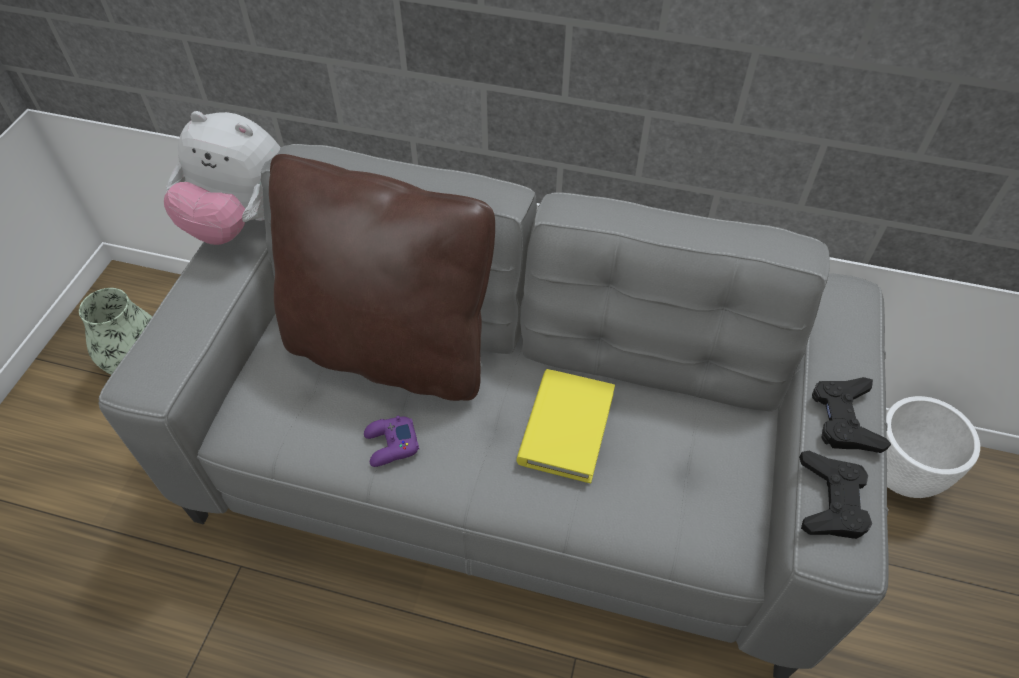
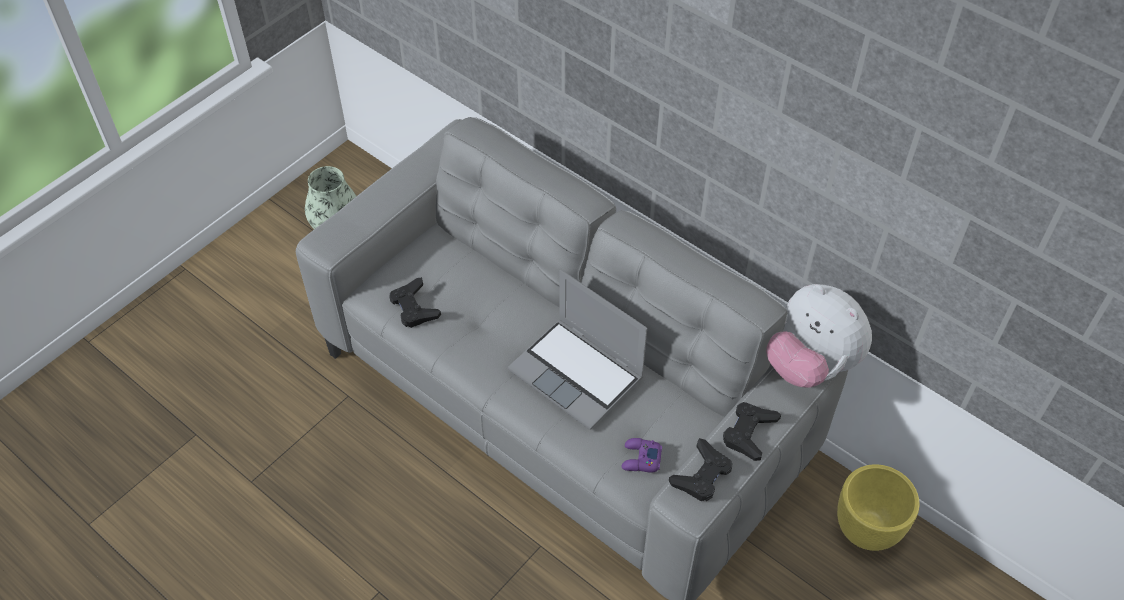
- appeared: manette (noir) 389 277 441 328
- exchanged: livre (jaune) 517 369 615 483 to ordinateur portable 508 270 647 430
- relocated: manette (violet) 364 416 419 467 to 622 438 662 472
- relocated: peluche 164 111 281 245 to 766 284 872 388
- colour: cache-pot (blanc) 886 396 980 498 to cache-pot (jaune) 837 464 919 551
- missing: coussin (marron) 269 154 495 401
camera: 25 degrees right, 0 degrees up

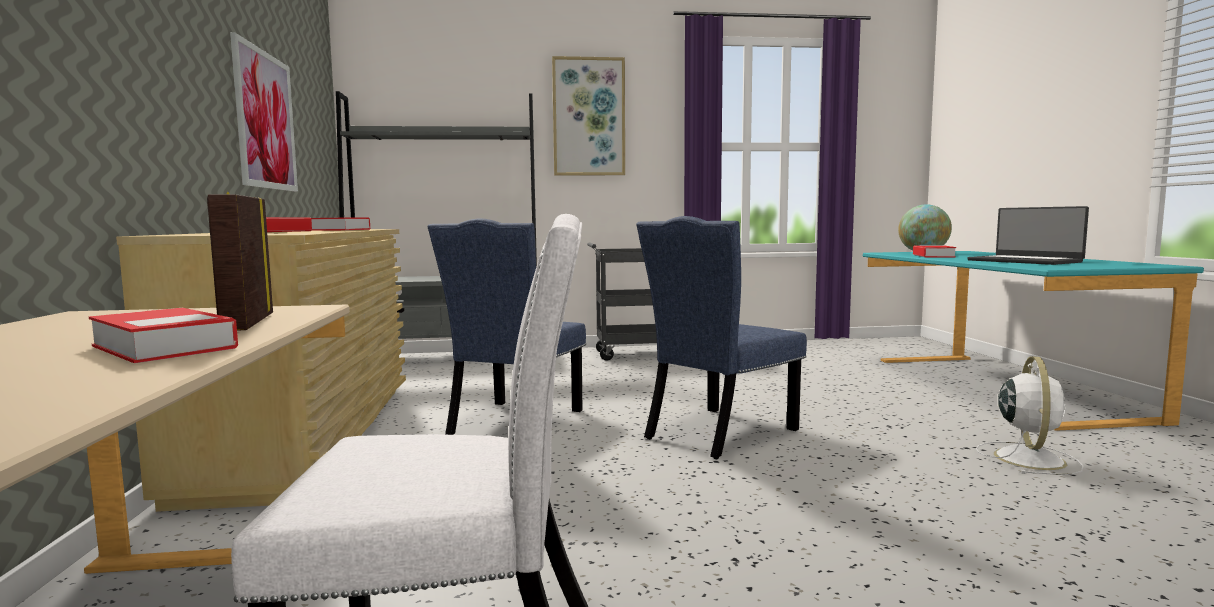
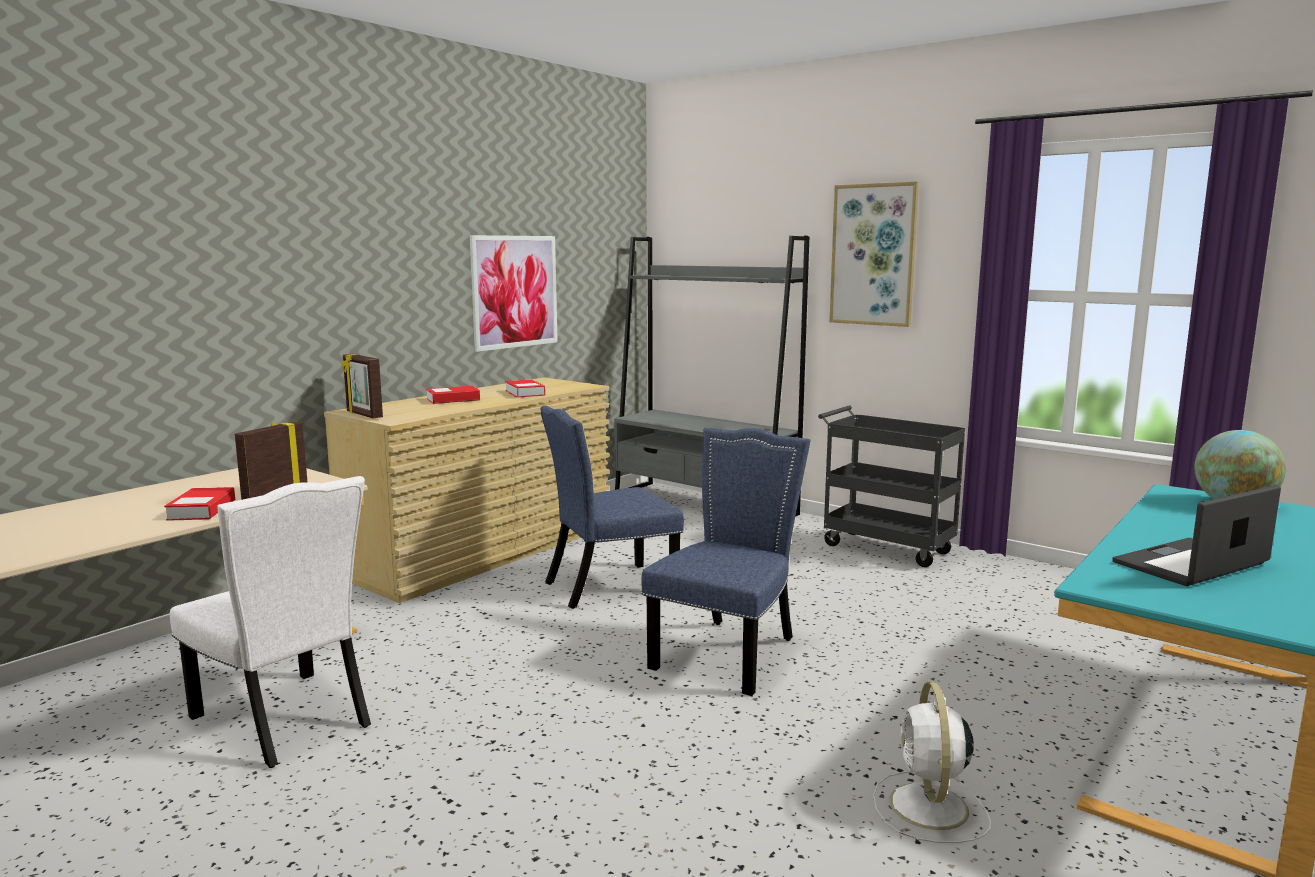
- appeared: cadre photo 341 354 383 418
- spun: chaise (bleu) 636 216 807 459 = 641 428 811 696 120 degrees clockwise
- spun: ventilateur (blanc) 976 356 1084 475 = 873 682 991 843 120 degrees clockwise
- spun: ordinateur portable 967 206 1089 265 = 1112 485 1281 586 45 degrees clockwise
- missing: livre 913 245 956 257
camera: 45 degrees right, 5 degrees up

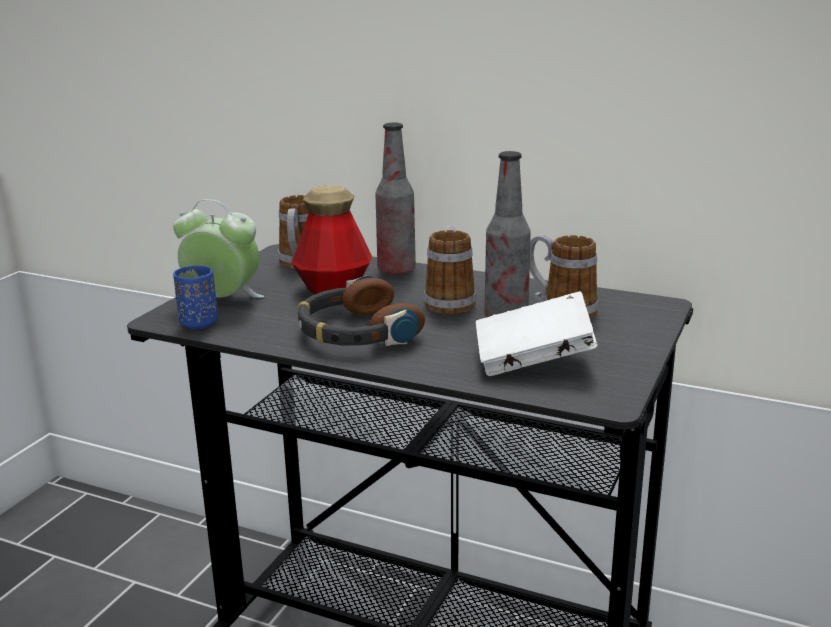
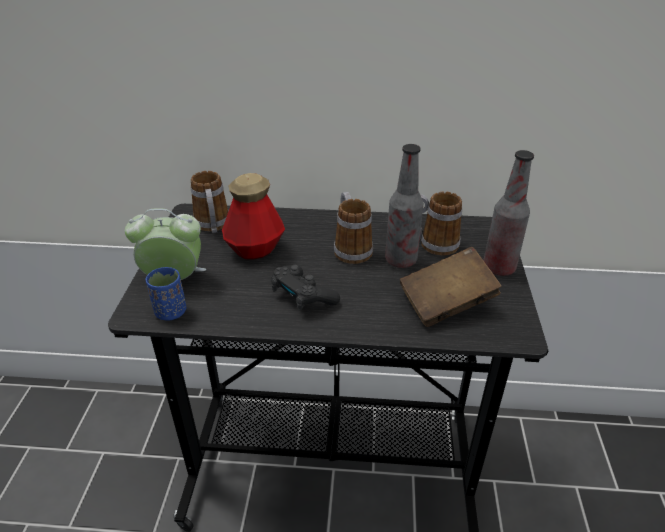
- exchanged: casque audio 298 275 425 346 to manette (noir) 271 265 340 311
- colour: livre (blanc) 476 291 597 376 to livre (marron) 400 247 502 327
- relocated: bouteille 375 123 416 275 to 483 150 534 276
camera: 20 degrees left, 15 degrees up

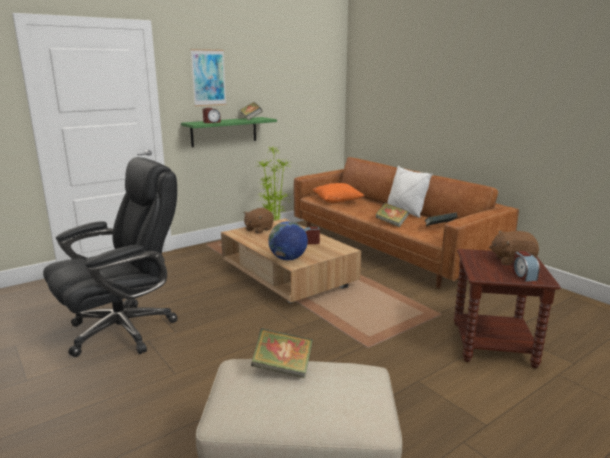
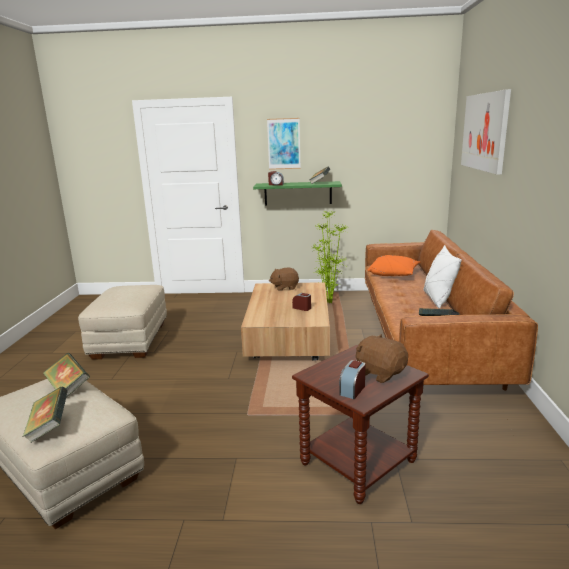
- relocated: livre 376 203 409 227 to 23 386 68 442
- exchanged: chaise de bureau (noir) 43 157 177 357 to pouf (beige) 78 285 167 360
- appeared: tableau 461 89 511 175
- missing: globe 269 221 308 260
camera: 40 degrees right, 0 degrees up

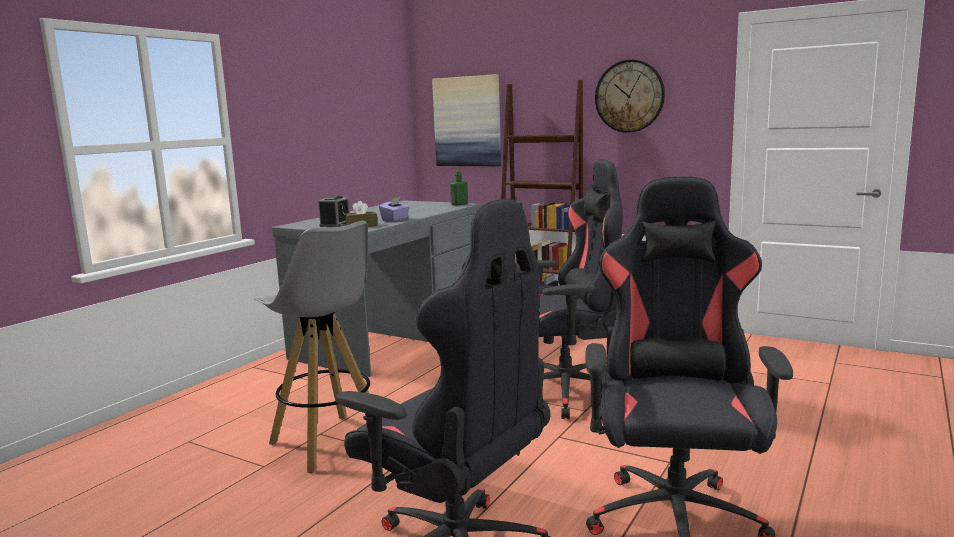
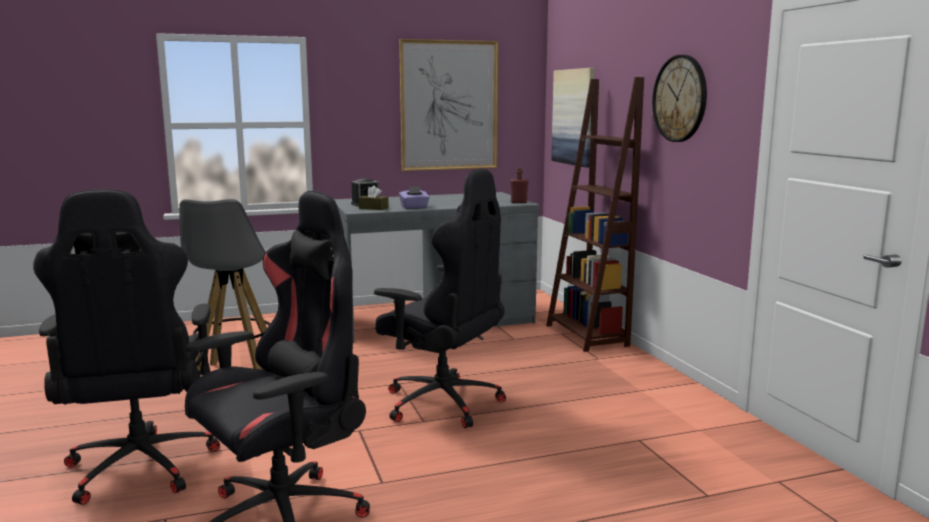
- appeared: tableau 399 39 498 171
- colour: bouteille (vert) 450 171 468 206 to bouteille (rouge) 510 168 528 203
camera: 40 degrees right, 0 degrees up

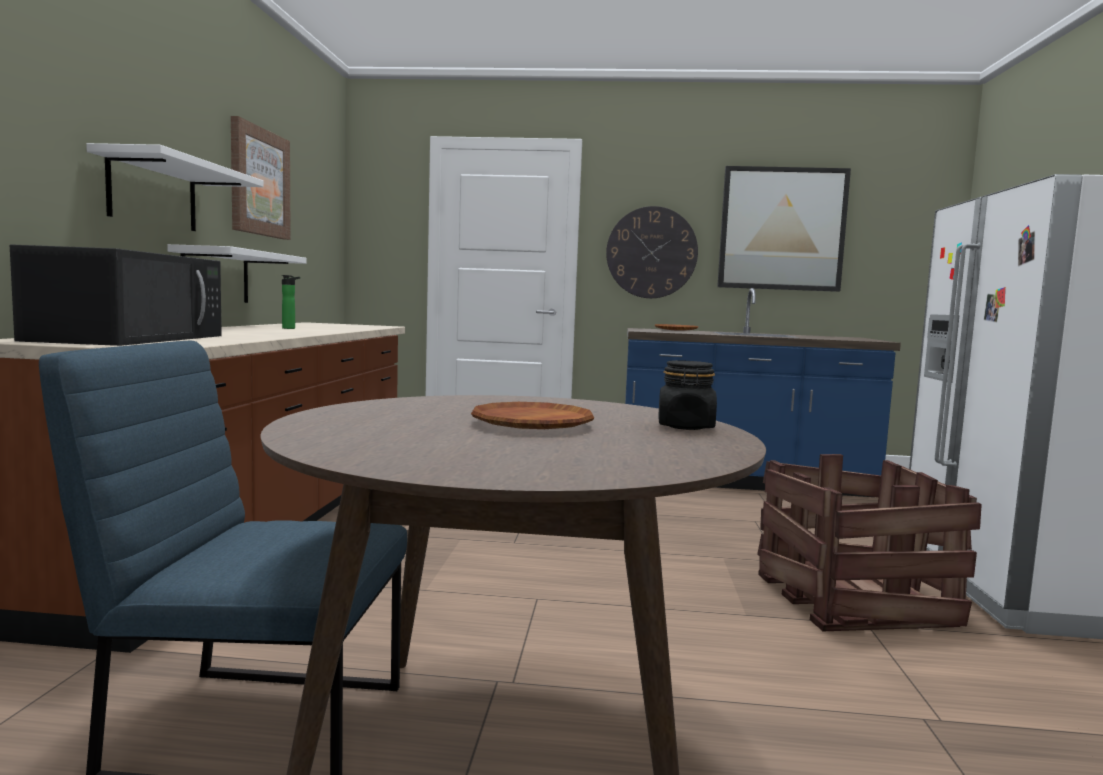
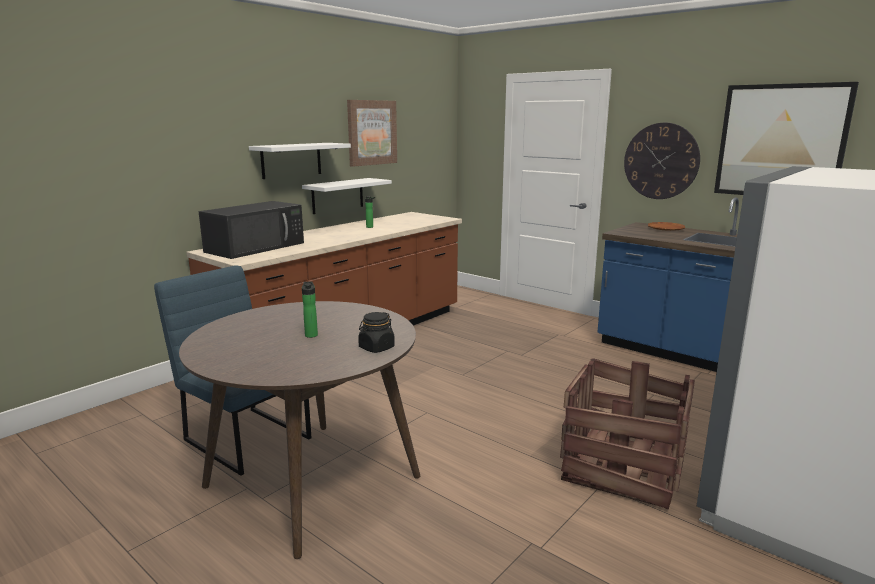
- exchanged: assiette (marron) 471 402 594 429 to bouteille 302 281 318 338
camera: 35 degrees right, 10 degrees up

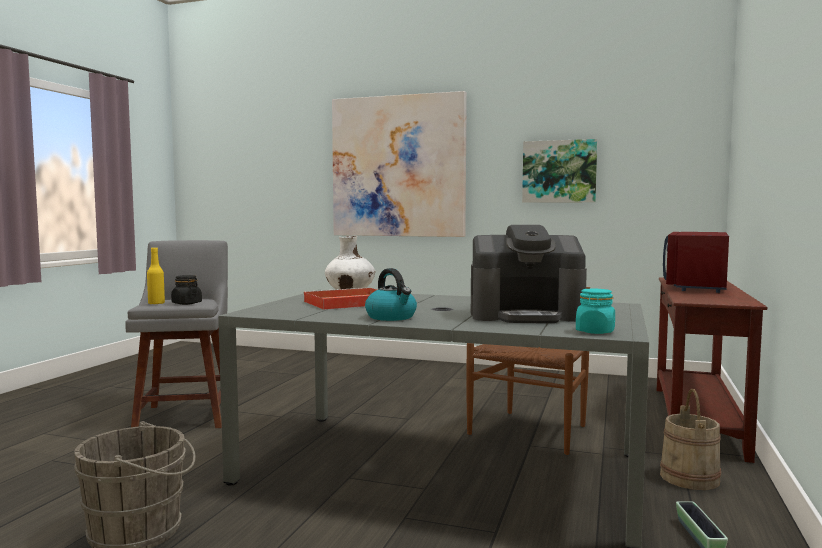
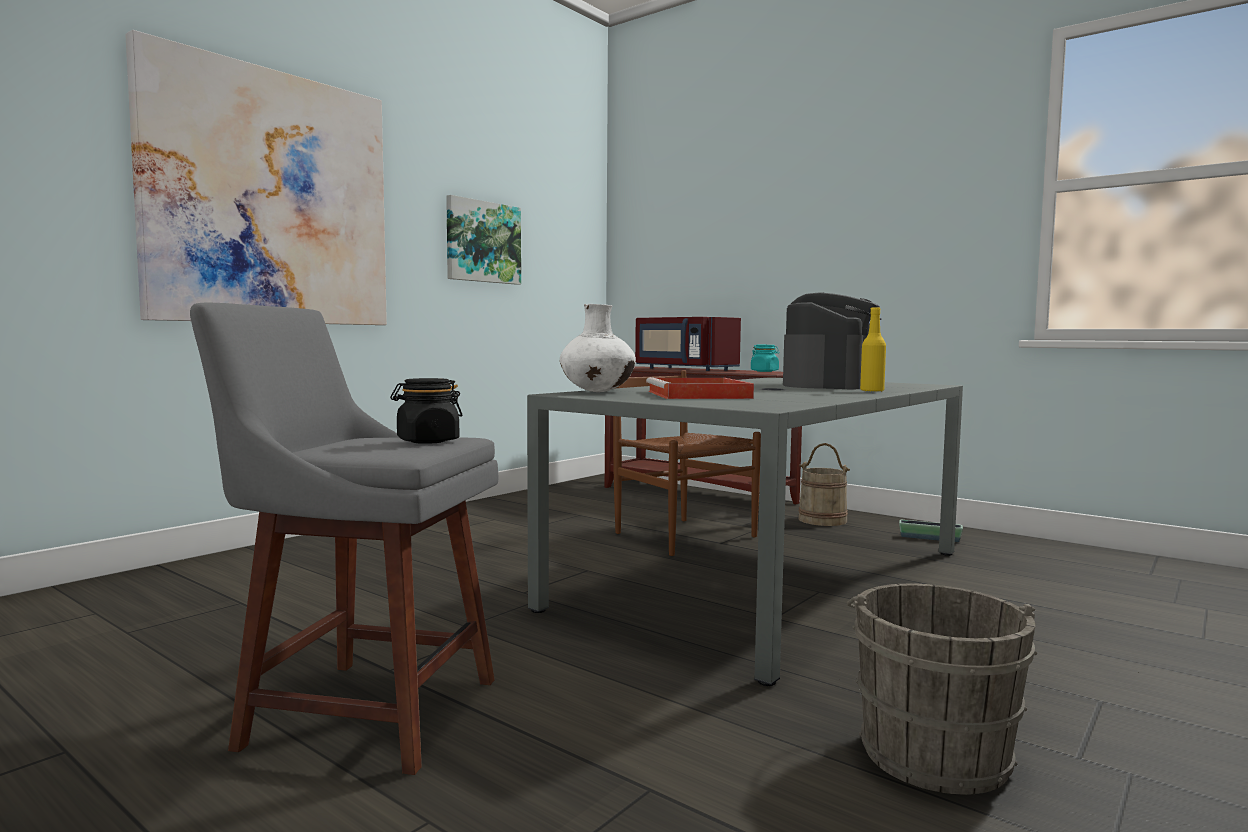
- relocated: bocal (turquoise) 576 289 615 334 to 751 345 780 372
- relocated: bouteille (jaune) 147 247 165 304 to 860 307 886 392
- missing: bouilloire 365 268 417 321
camera: 70 degrees left, 0 degrees up

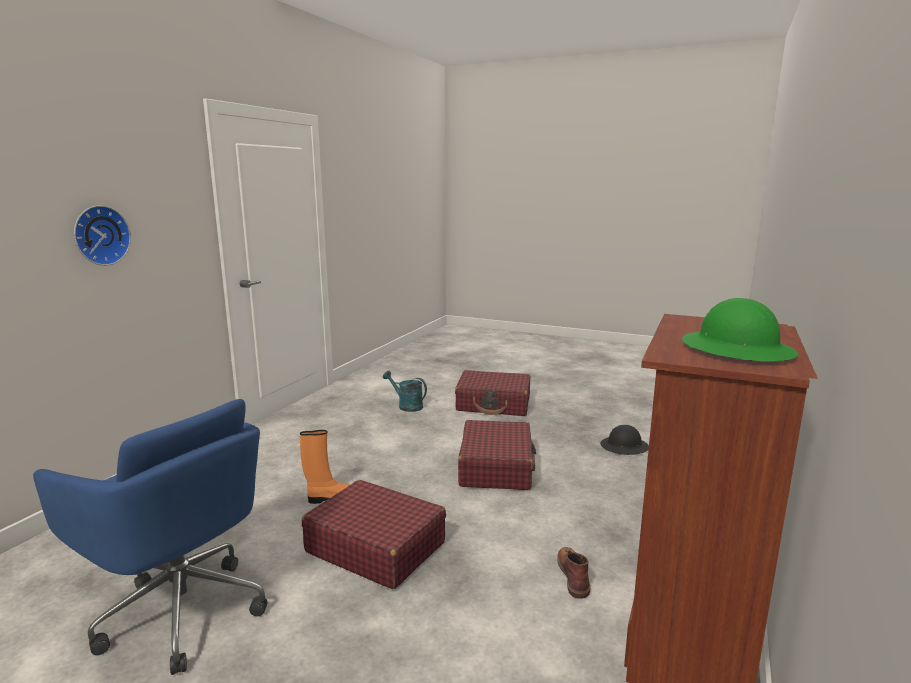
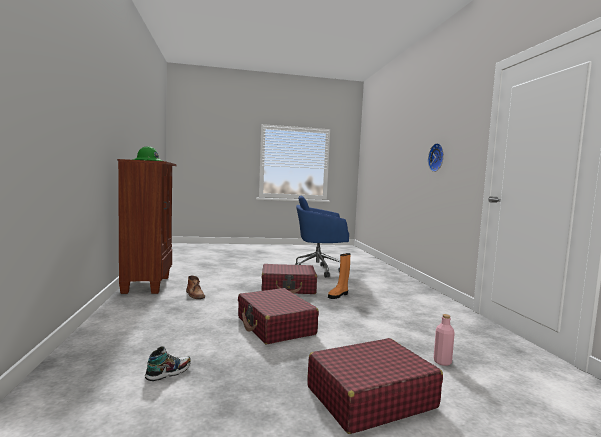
- exchanged: casque de chantier (noir) 600 425 649 455 to chaussure 145 346 191 381
- exchanged: arrosoir (turquoise) 383 371 427 412 to bouteille (rose) 433 314 455 366
camera: 145 degrees right, 10 degrees down

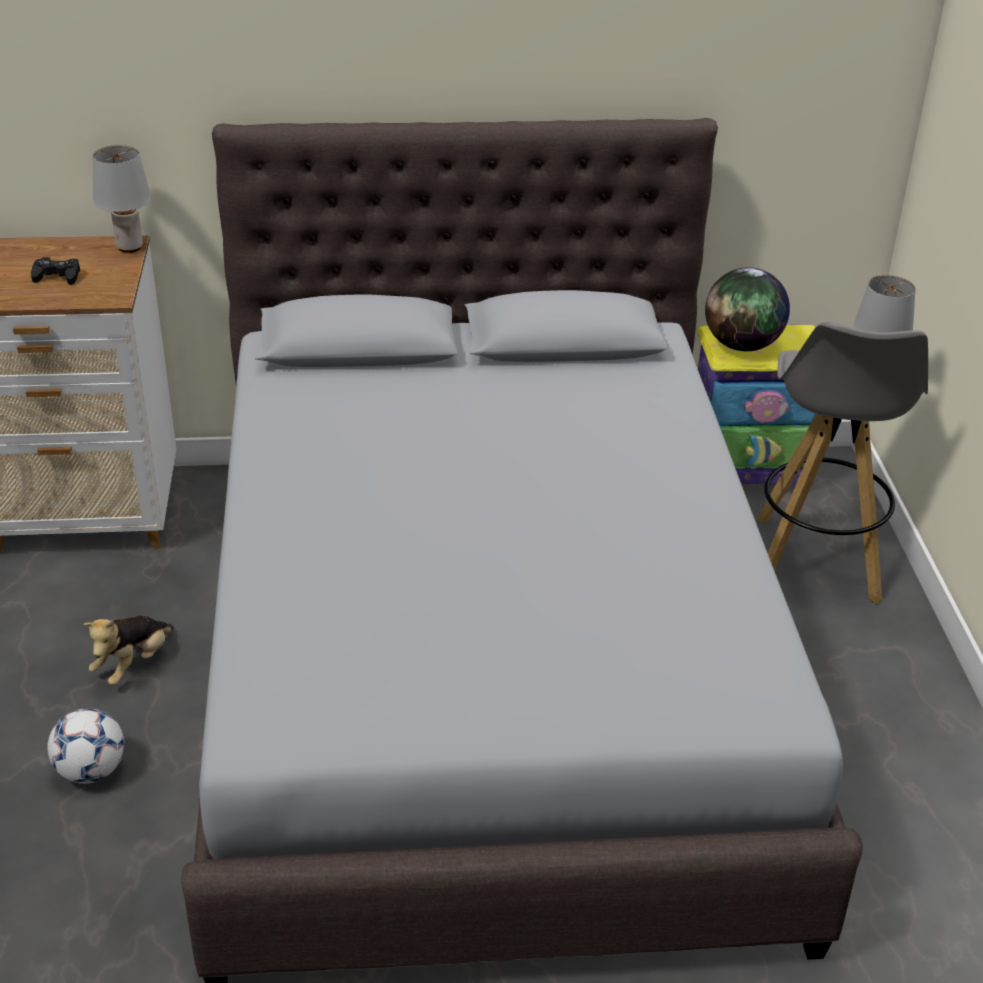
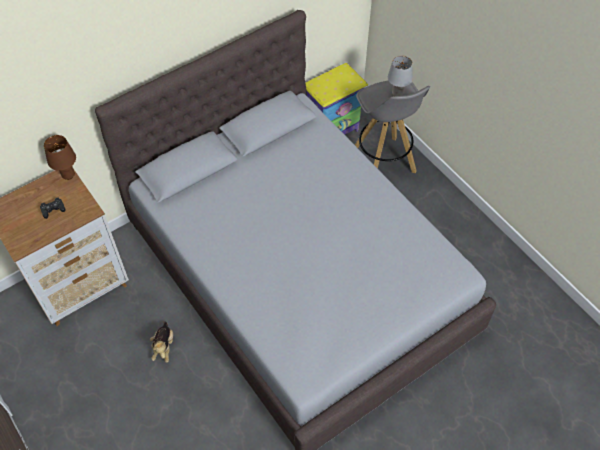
- colour: lampe de table (gris) 93 145 151 253 to lampe de table (marron) 44 135 76 180
- missing: ballon de foot 47 708 125 784
- missing: globe 705 267 790 351
camera: 30 degrees left, 20 degrees up

